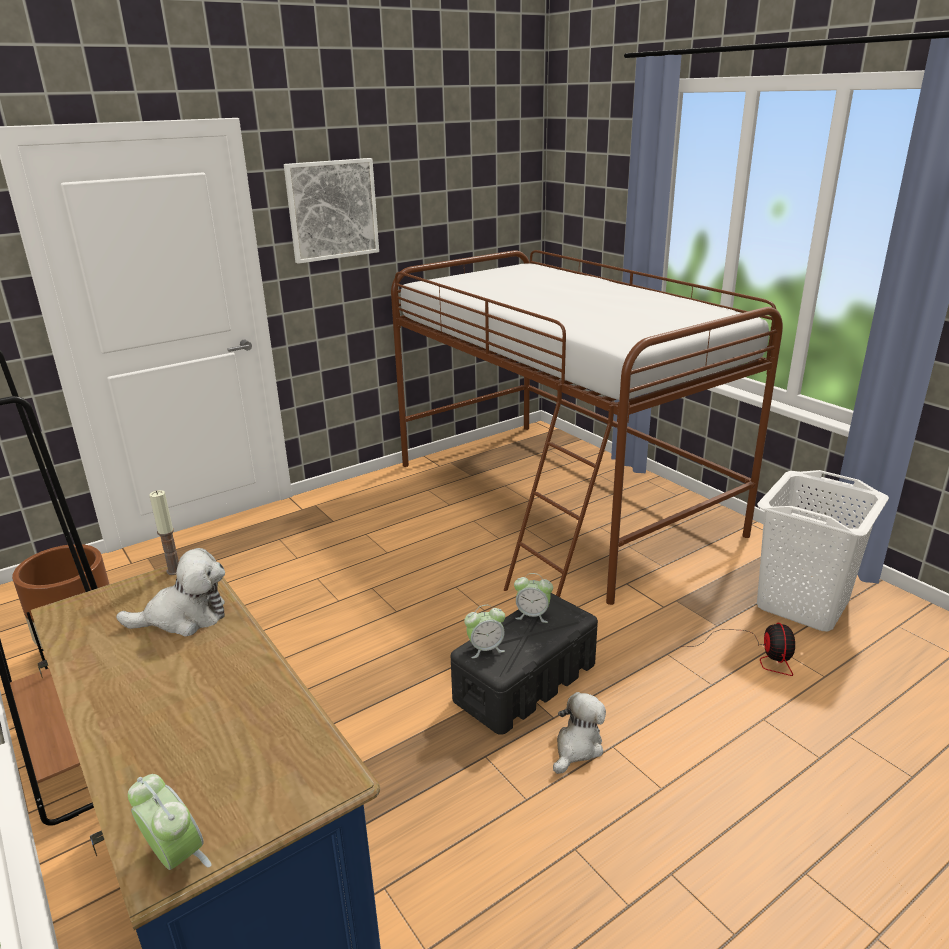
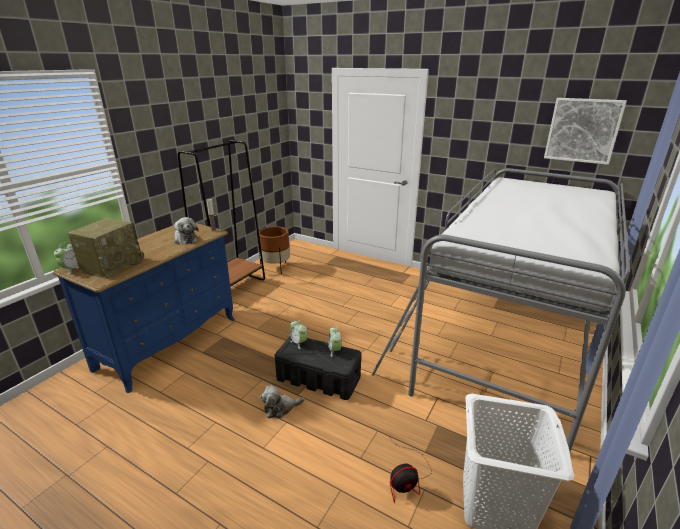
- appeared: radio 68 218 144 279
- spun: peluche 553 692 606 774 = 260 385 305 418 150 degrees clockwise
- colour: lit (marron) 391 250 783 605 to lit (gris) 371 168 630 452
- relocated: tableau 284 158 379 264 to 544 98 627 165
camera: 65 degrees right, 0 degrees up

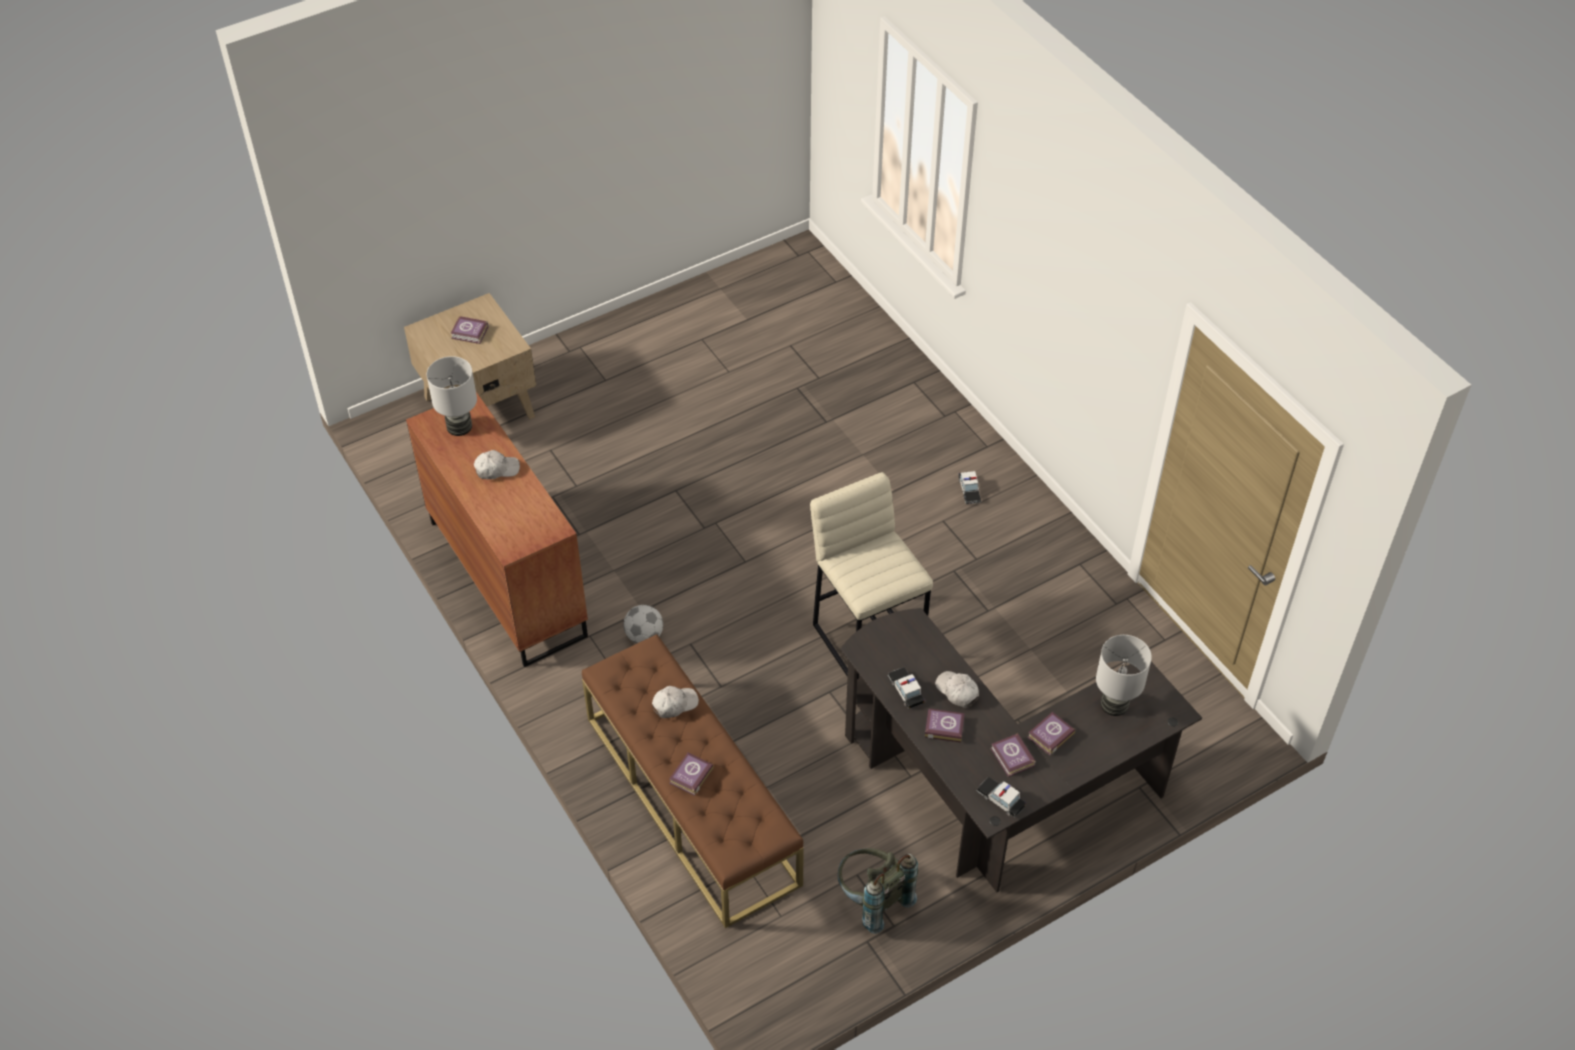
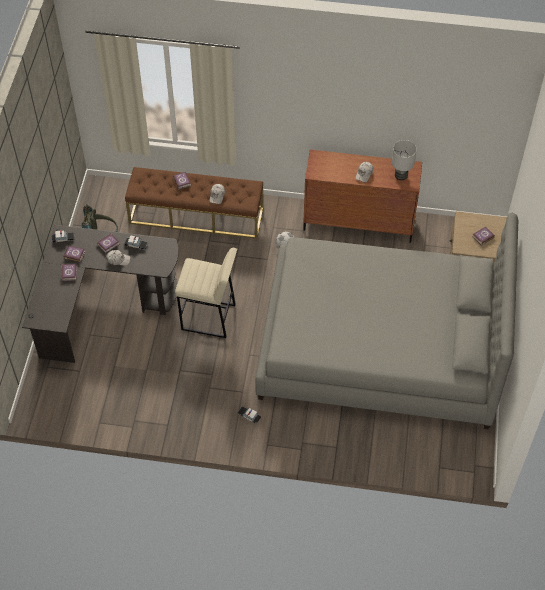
- appeared: lit (gris) 255 213 518 429
- missing: lampe de table (gris) 1096 635 1152 716
camera: 130 degrees right, 5 degrees up

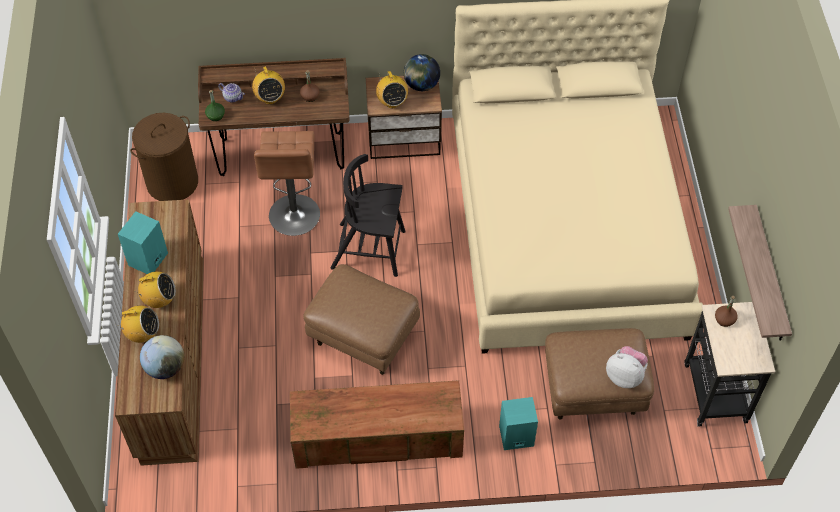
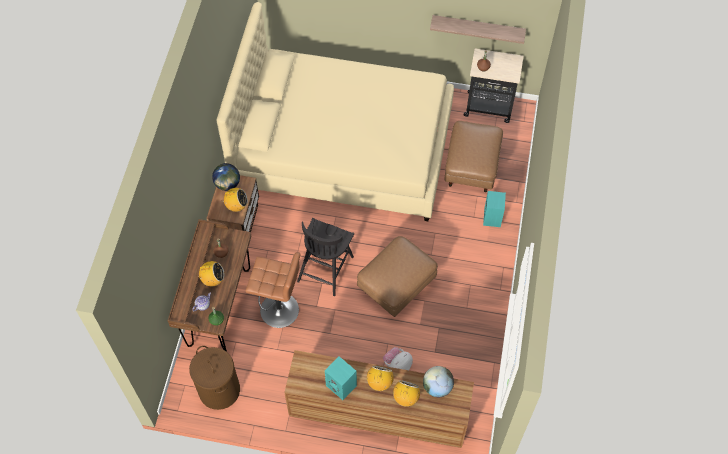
- relocated: peluche 606 346 648 388 to 383 347 413 370
- missing: banc (marron) 290 380 464 469
camera: 75 degrees left, 5 degrees up

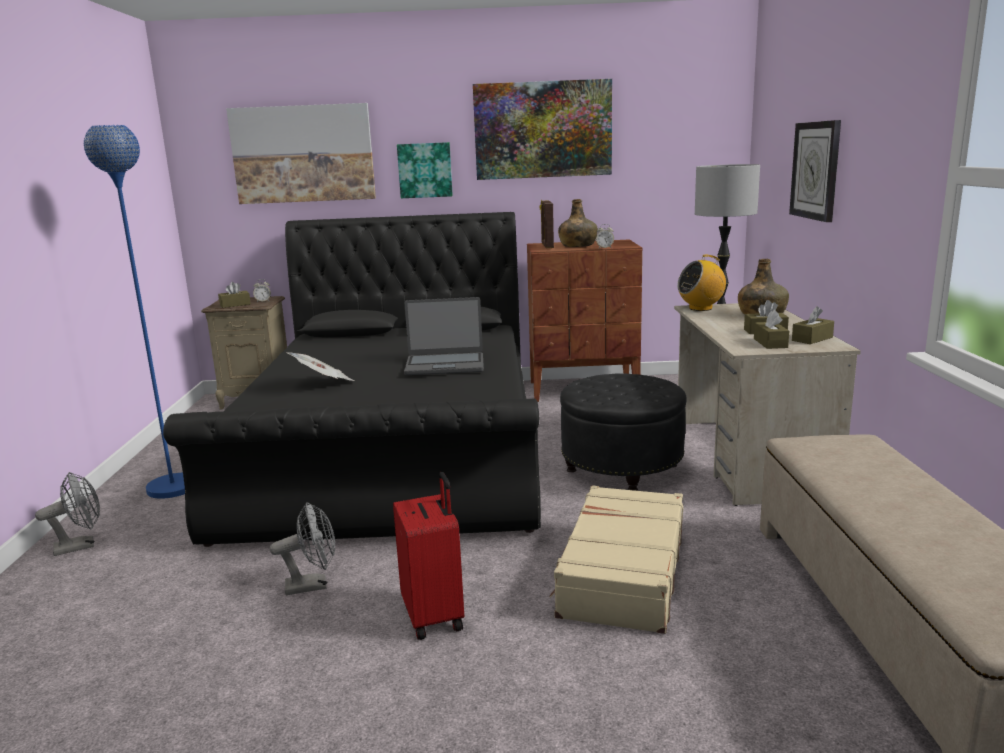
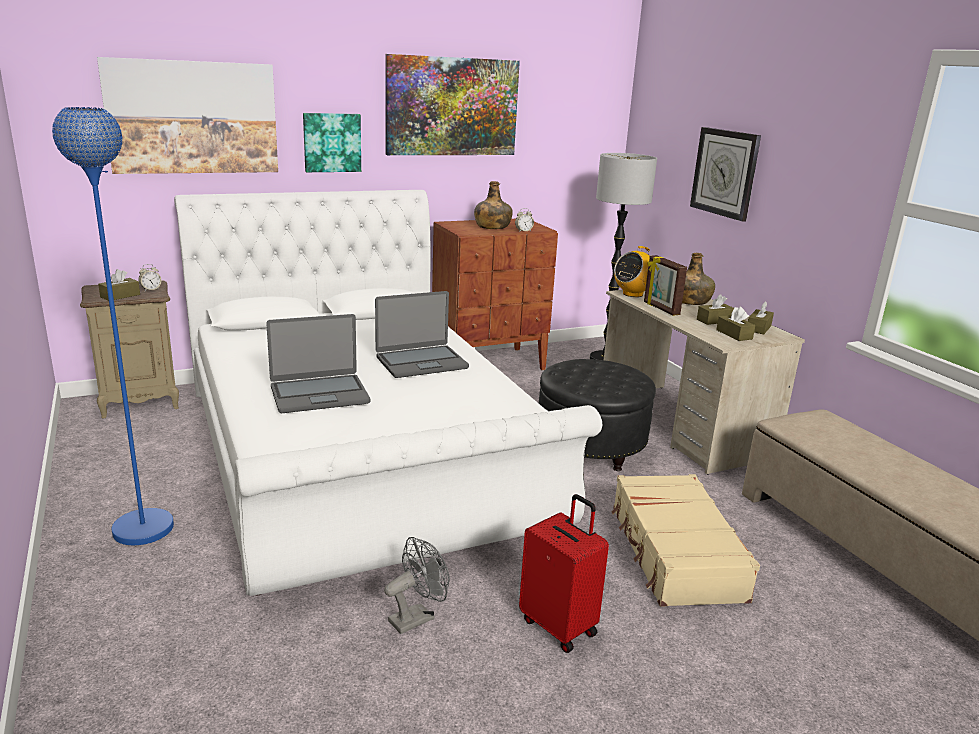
- colour: lit (noir) 163 212 541 547 to lit (blanc) 174 190 602 596
- exchanged: journal 286 352 354 381 to ordinateur portable 266 314 370 413
- relocated: cadre photo 540 200 554 248 to 644 255 687 316
- missing: ventilateur (gris) 35 472 100 556
camera: 25 degrees left, 5 degrees up

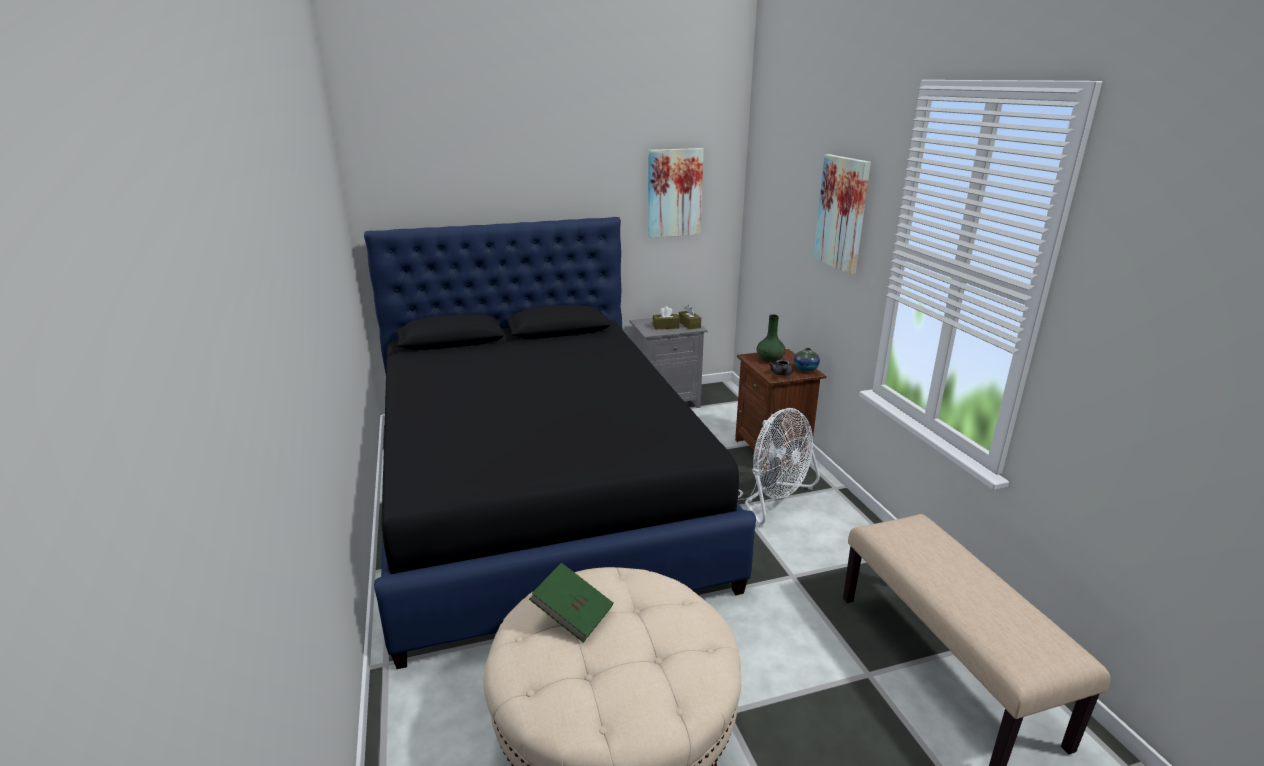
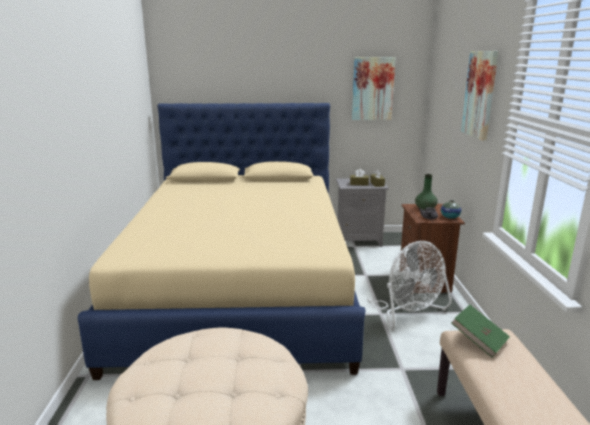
- colour: lit (noir) 364 217 756 669 to lit (beige) 78 103 365 380
- relocated: livre (vert) 529 563 614 643 to 451 305 510 357
camera: 15 degrees right, 5 degrees down

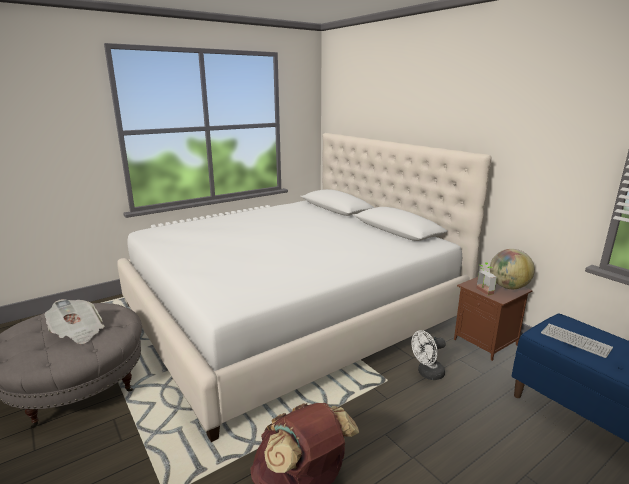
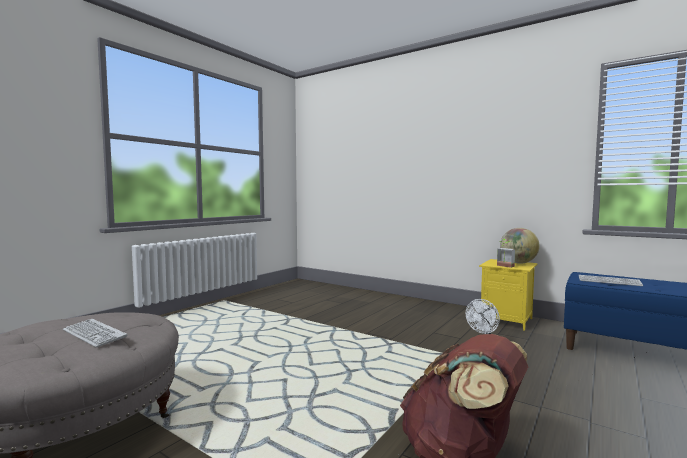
- exchanged: journal 45 299 105 344 to clavier 63 319 127 347
- colour: table de chevet (marron) 454 277 533 361 to table de chevet (jaune) 479 259 538 331
- missing: lit (blanc) 117 133 492 442
camera: 20 degrees left, 15 degrees down

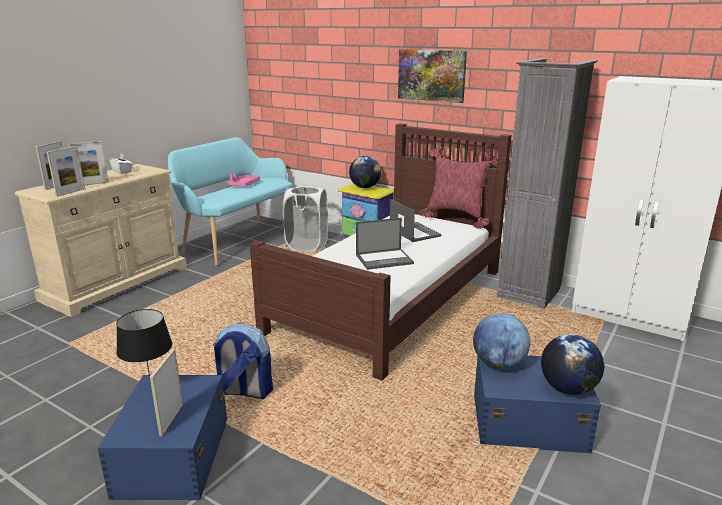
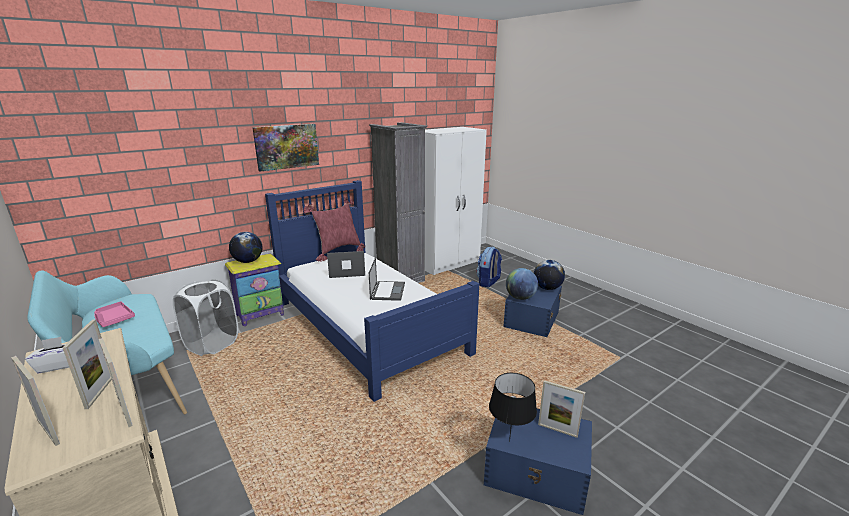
- colour: lit (marron) 250 123 512 381 to lit (bleu) 265 180 479 402
- relocated: sac à dos 213 324 273 399 to 476 247 502 287
camera: 70 degrees left, 0 degrees up

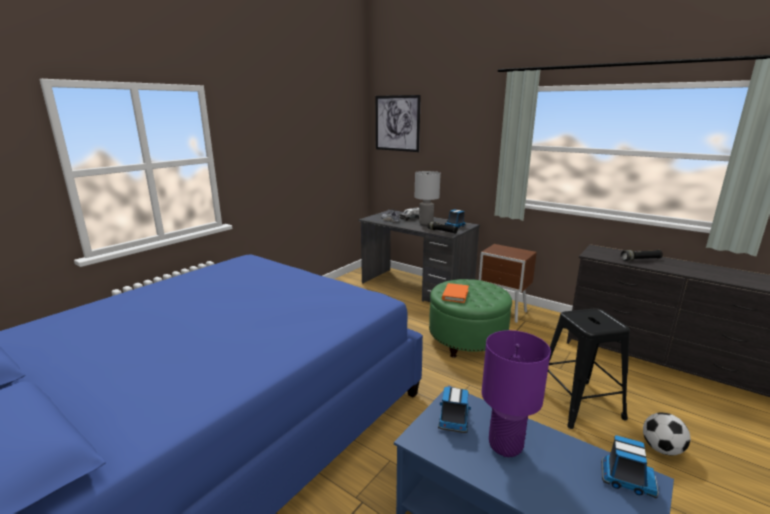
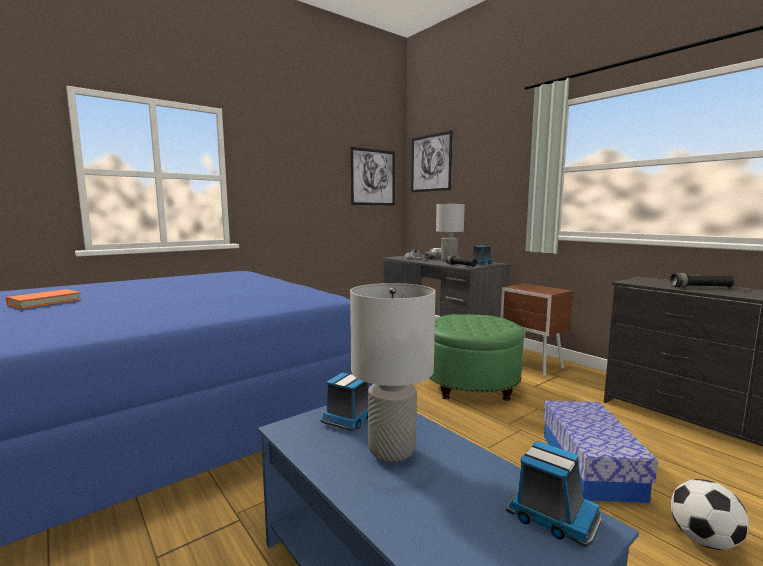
- relocated: livre (orange) 442 283 469 303 to 6 289 81 309
- appeared: tableau 350 147 395 205
- colour: lampe de table (violet) 482 330 551 457 to lampe de table (gris) 350 283 435 462
- exchanged: tabouret (noir) 548 308 630 429 to boîte de rangement 543 400 658 503
camera: 15 degrees right, 10 degrees down

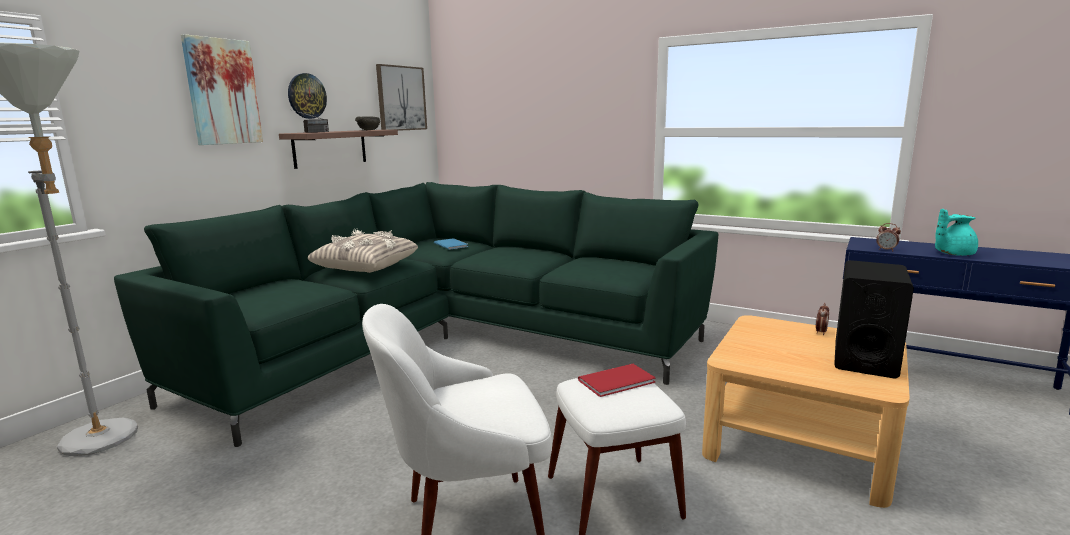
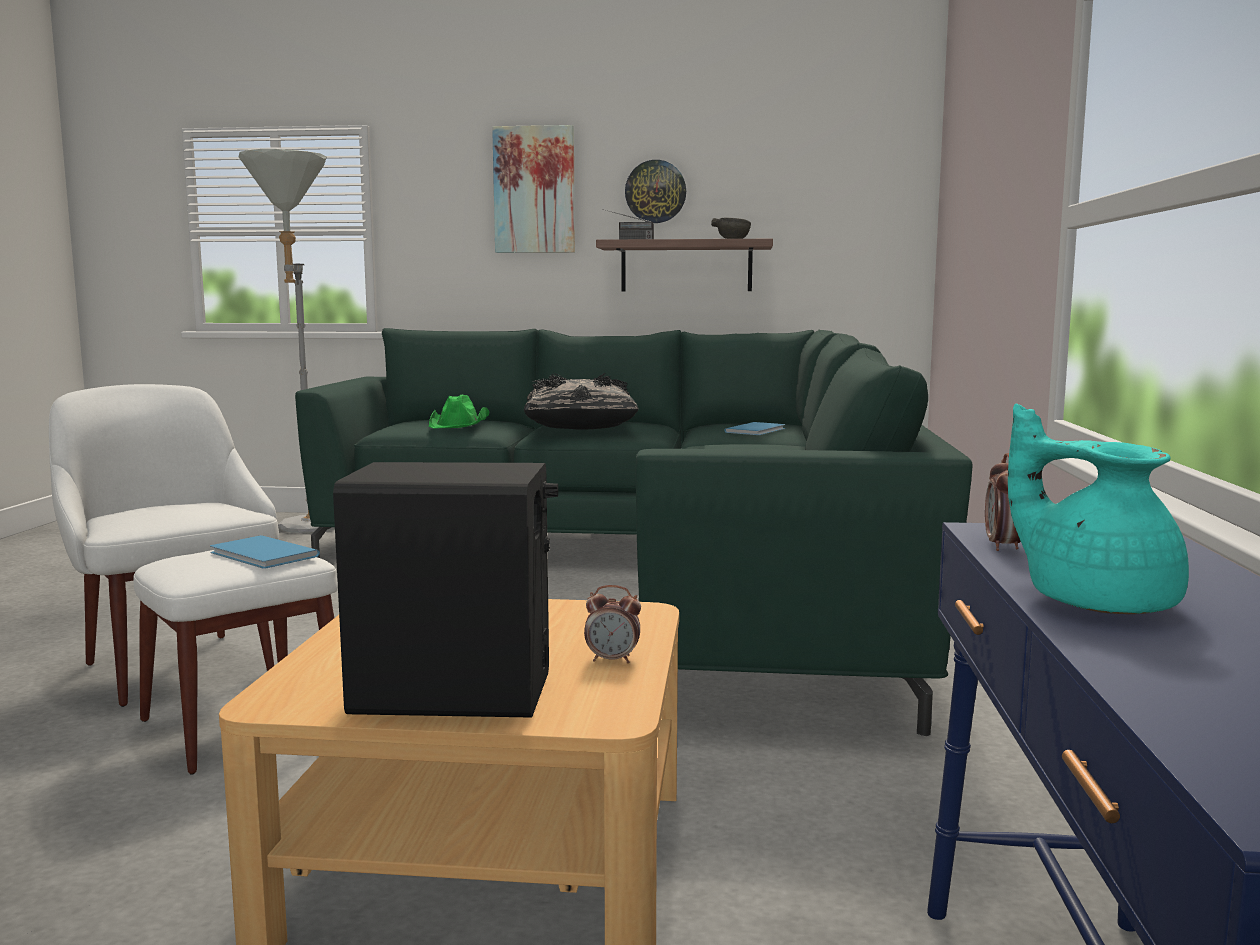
- colour: livre (rouge) 578 364 656 397 to livre (bleu) 210 535 320 569
- appeared: chapeau (vert) 429 395 490 429
- colour: coussin (beige) 308 229 418 273 to coussin (noir) 524 373 638 429
- missing: tableau 376 64 427 131
camera: 65 degrees right, 5 degrees down

